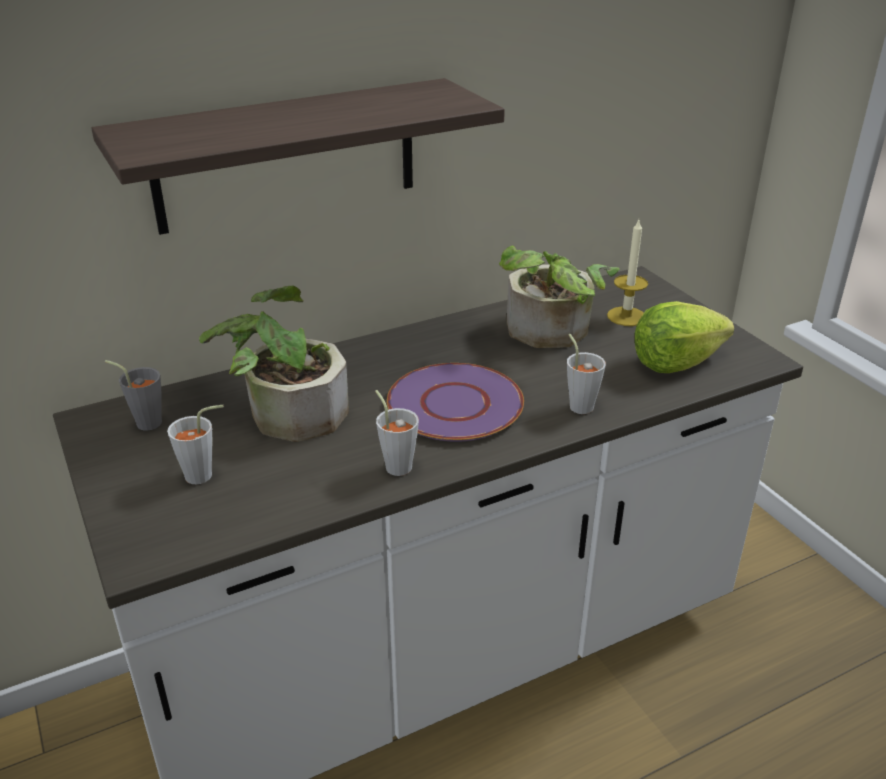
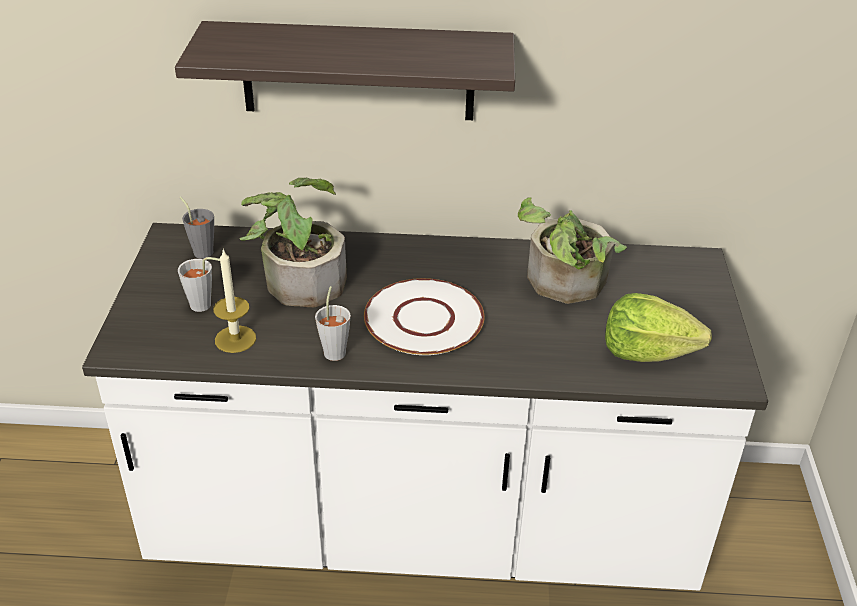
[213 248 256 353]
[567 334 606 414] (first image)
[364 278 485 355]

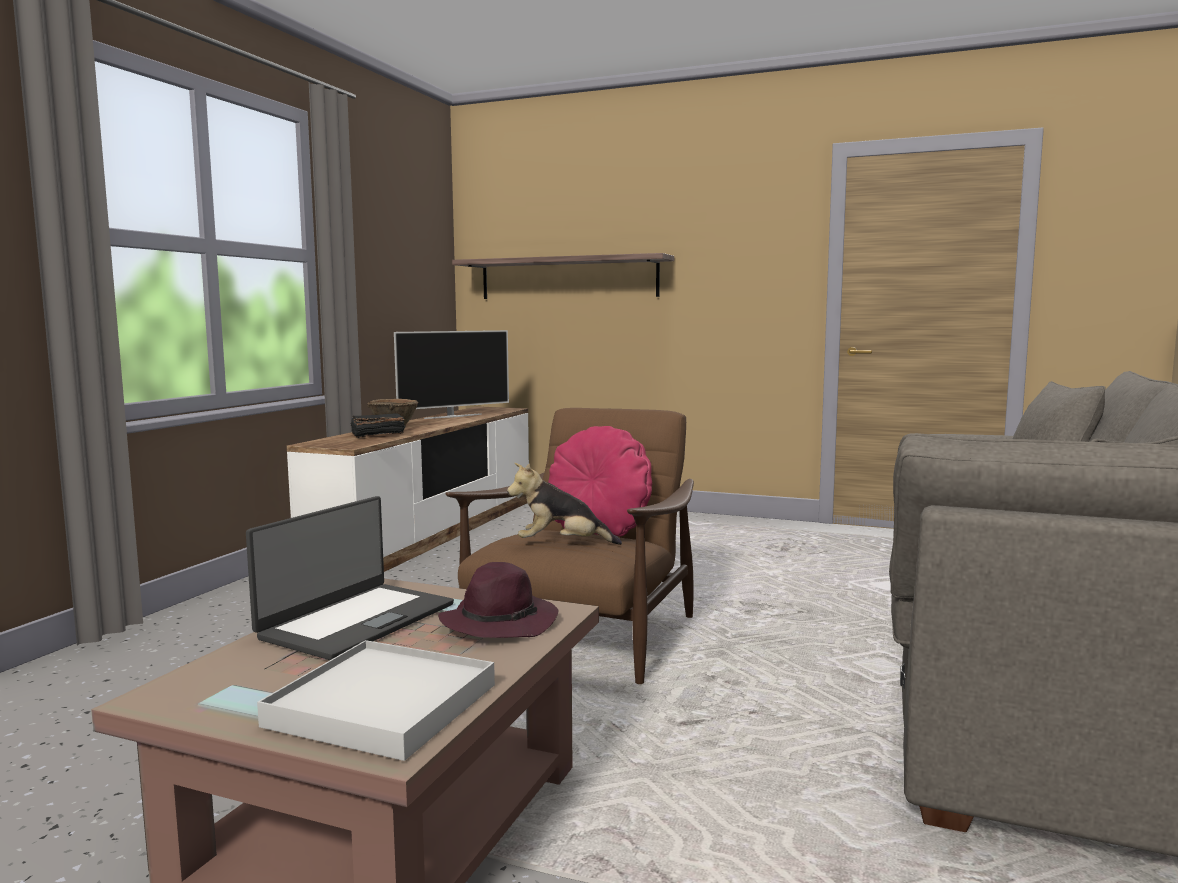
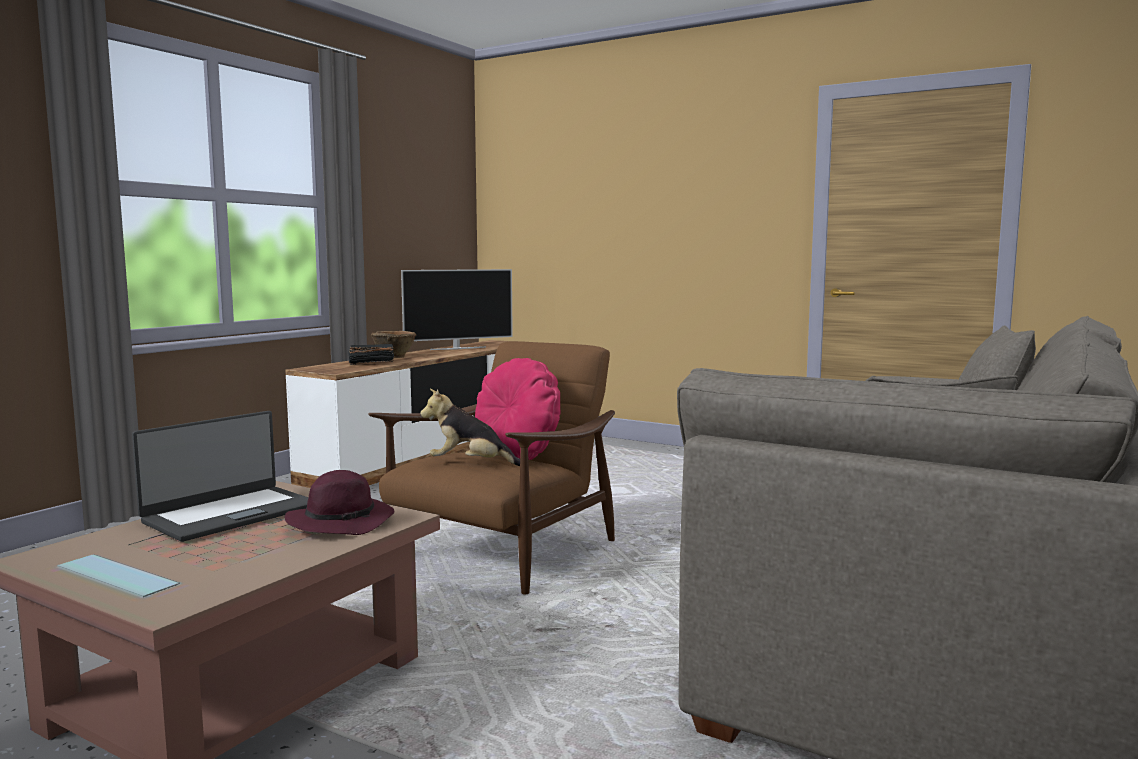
[452 253 674 299] (first image)
[257 640 495 761] (first image)

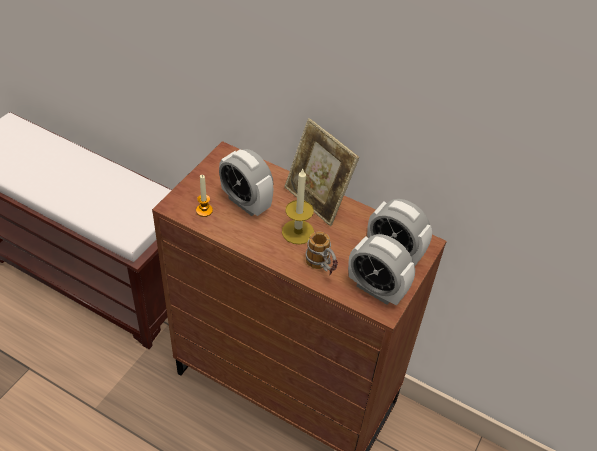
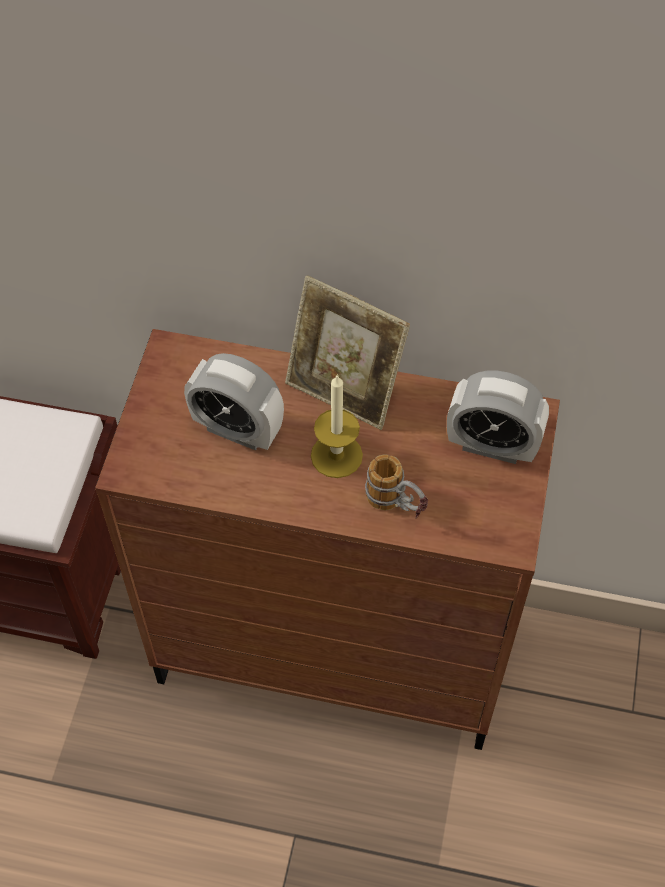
[196 175 213 217] (first image)
[348 234 415 305] (first image)

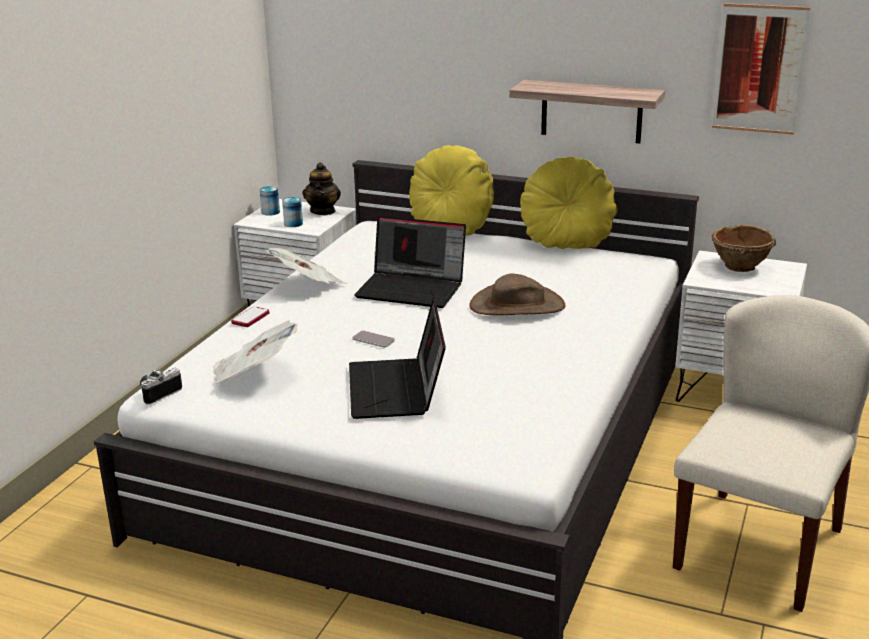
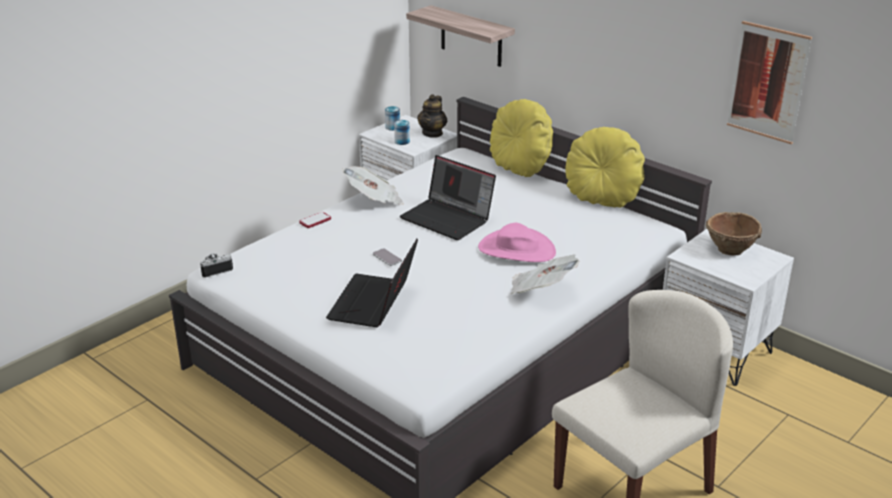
[406 5 515 67]
[478 223 556 262]
[511 254 579 294]

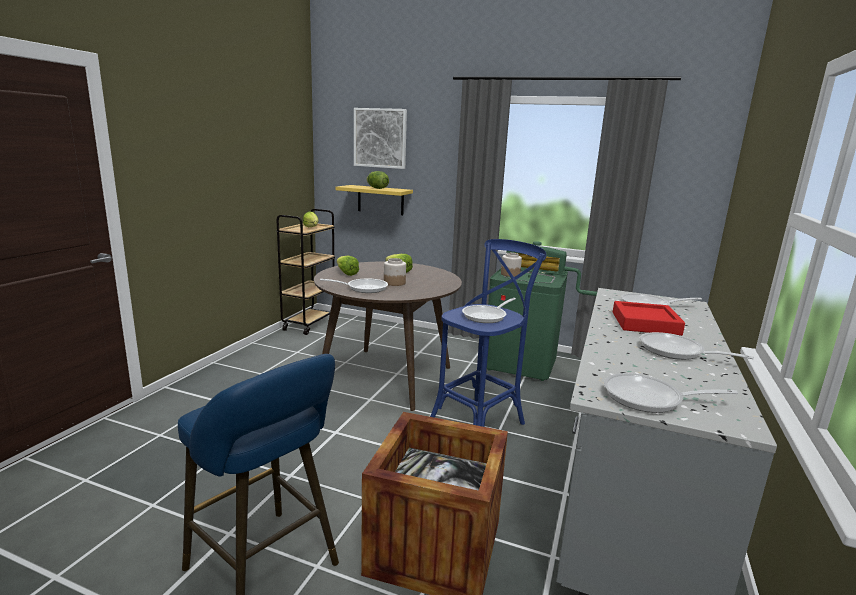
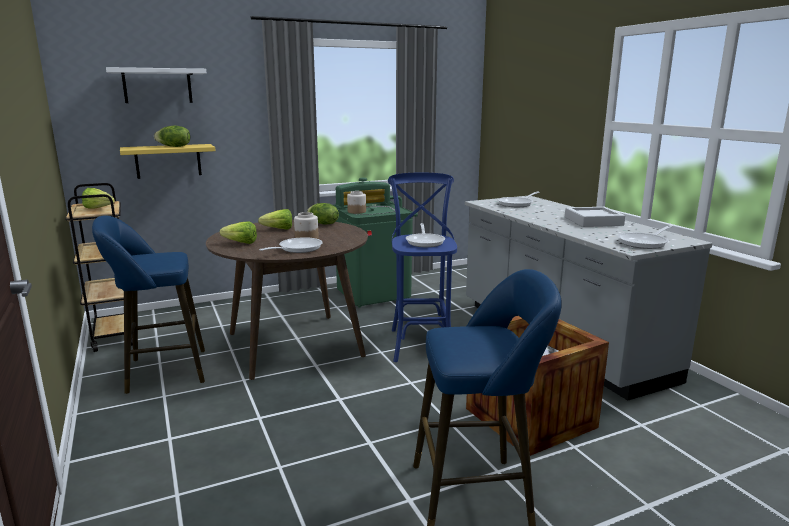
[106 67 206 103]
[613 301 685 336] (first image)
[565 207 625 227]
[307 203 339 225]
[92 215 205 394]

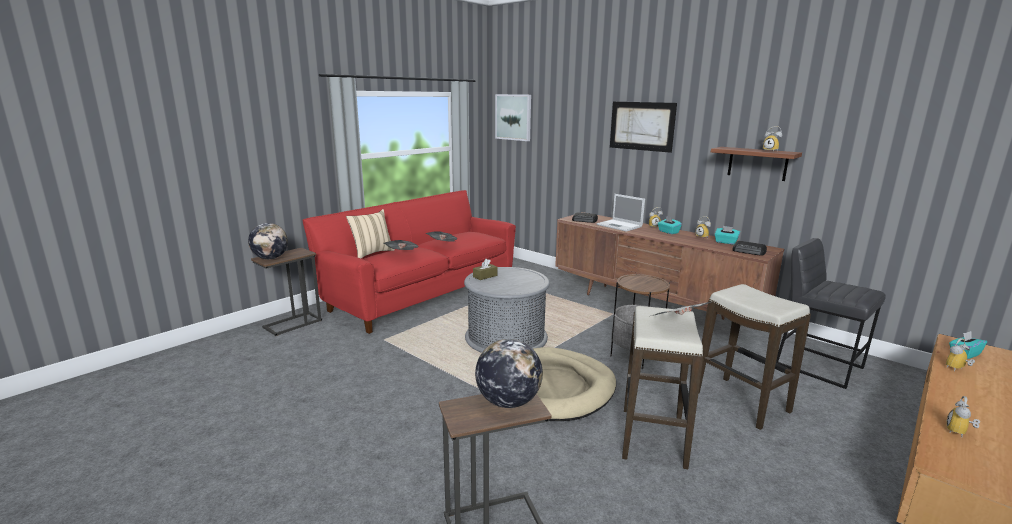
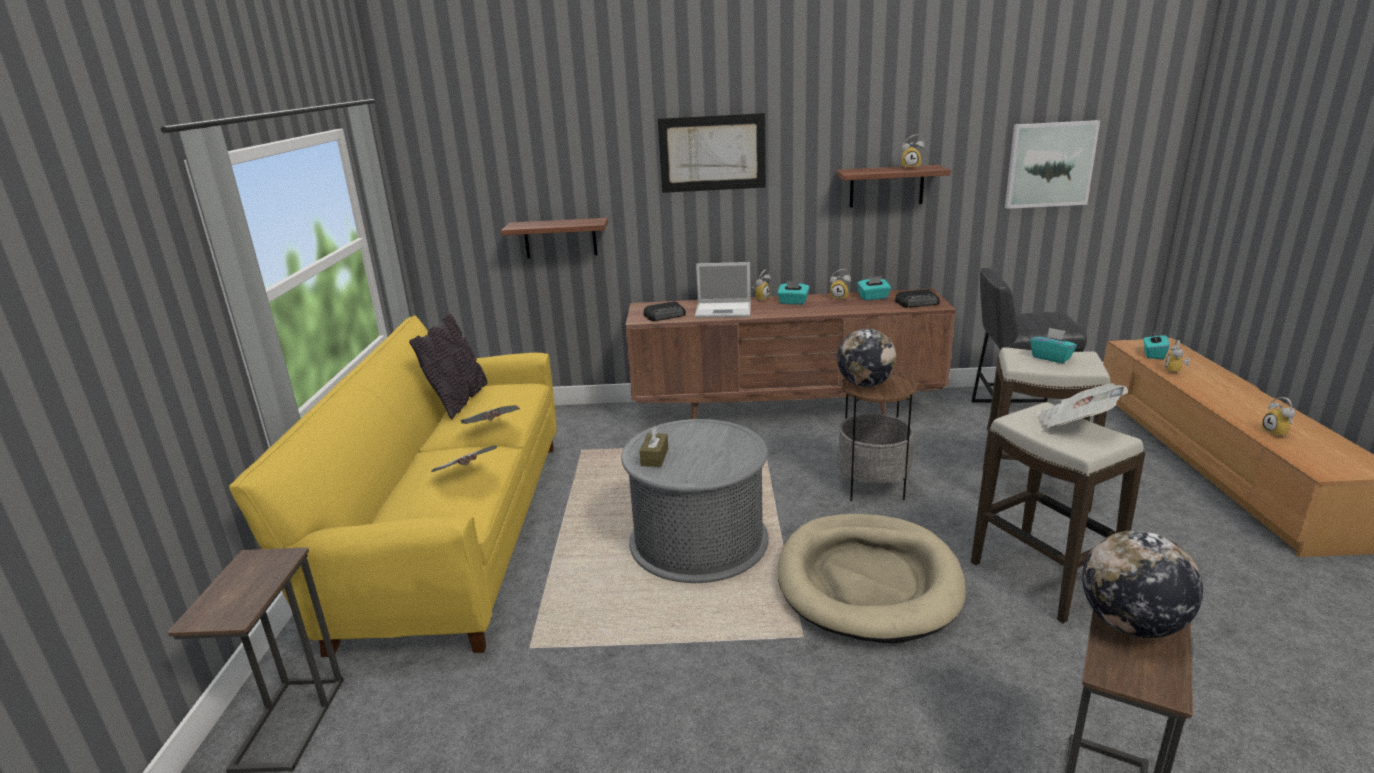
[1005 120 1100 209]
[229 315 556 657]
[346 209 395 258] (first image)
[837 329 896 387]
[501 218 608 259]
[409 313 488 419]
[1030 327 1077 363]

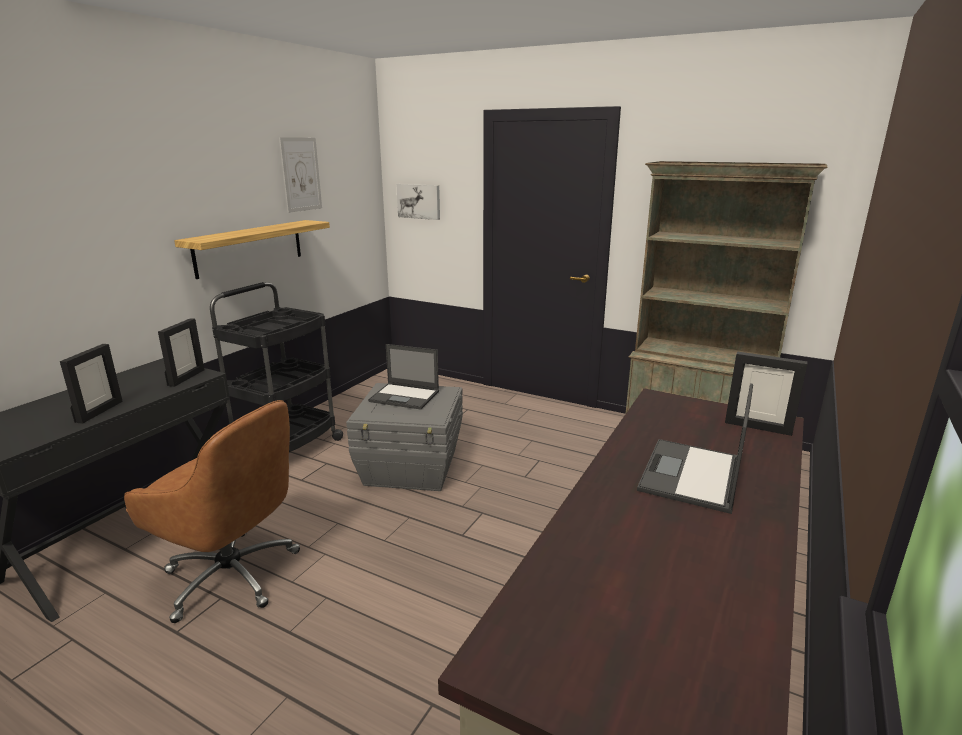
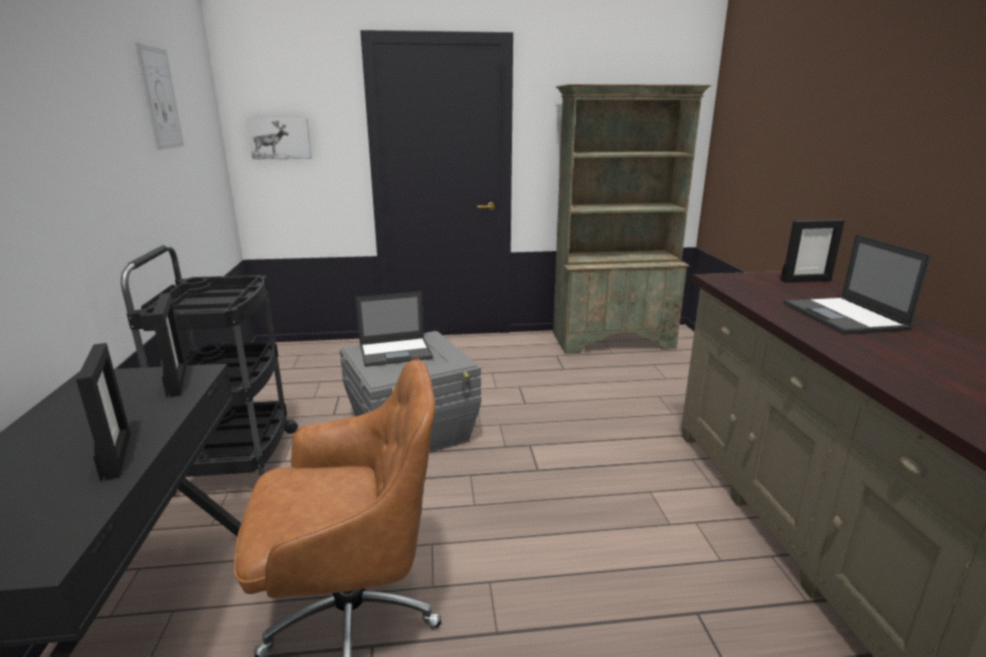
[174 220 330 279] (first image)

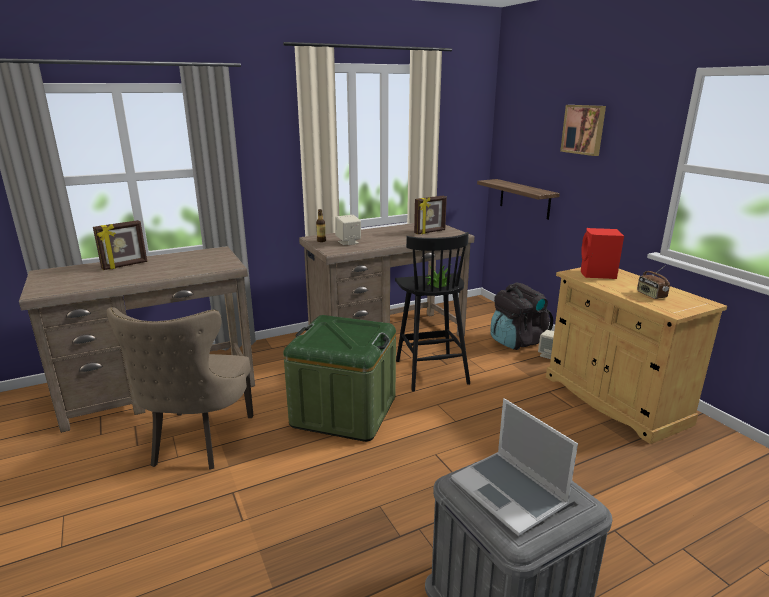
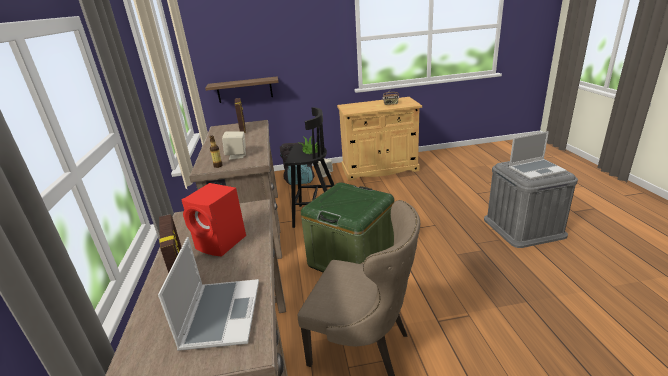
[560 105 606 156] (first image)
[181 183 246 257]
[158 237 259 351]

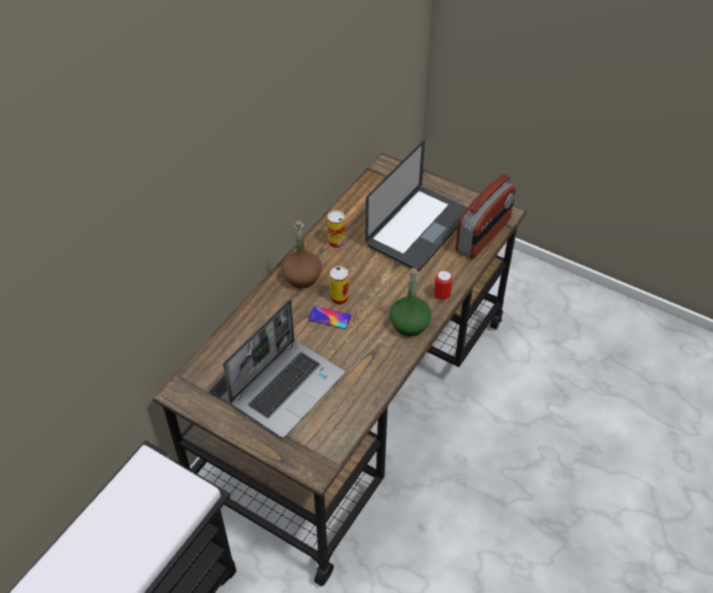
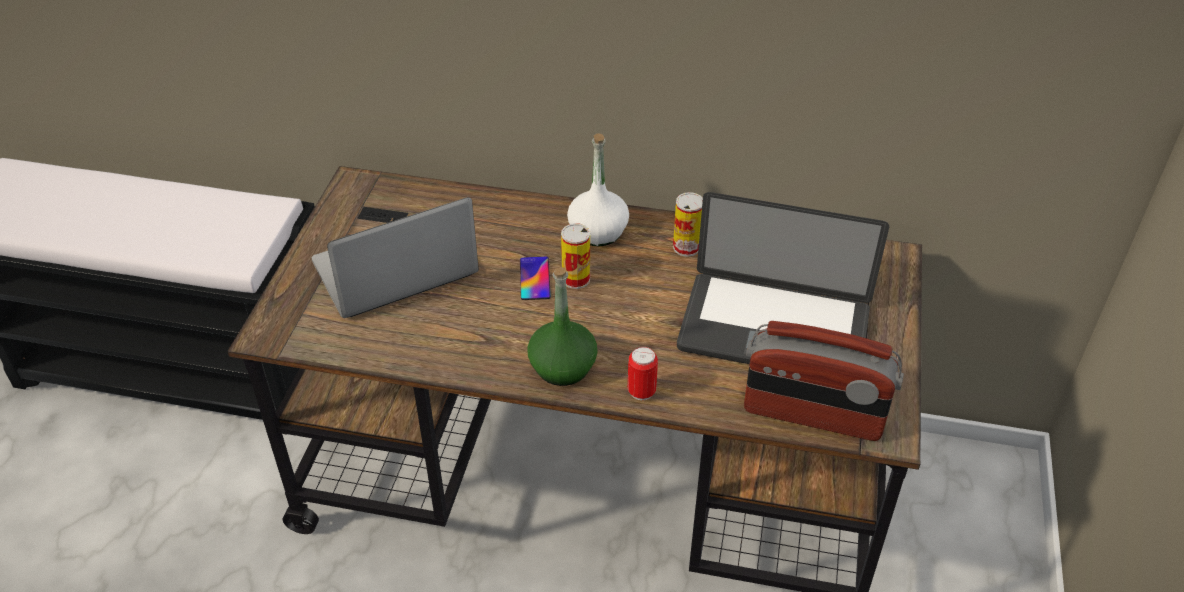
[567 133 629 246]
[312 197 479 318]

